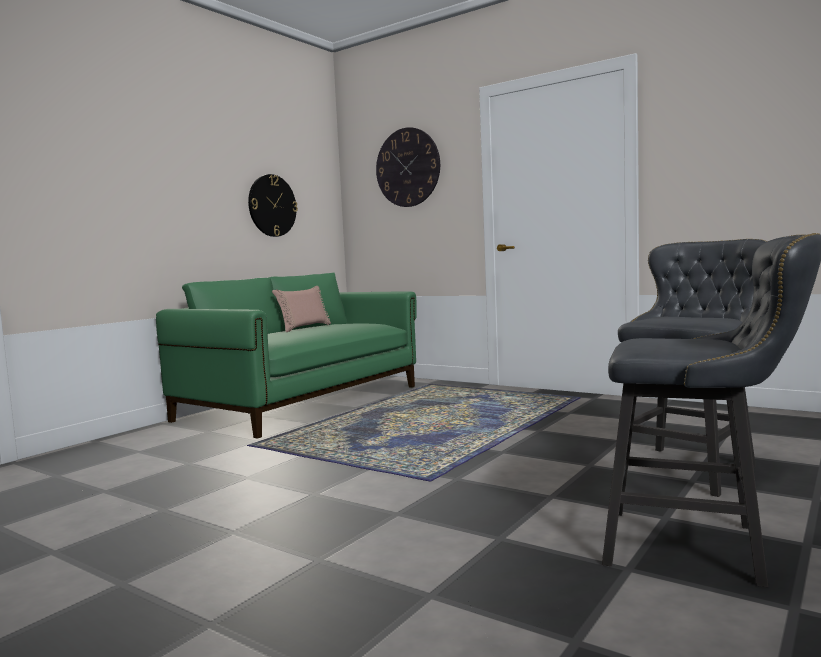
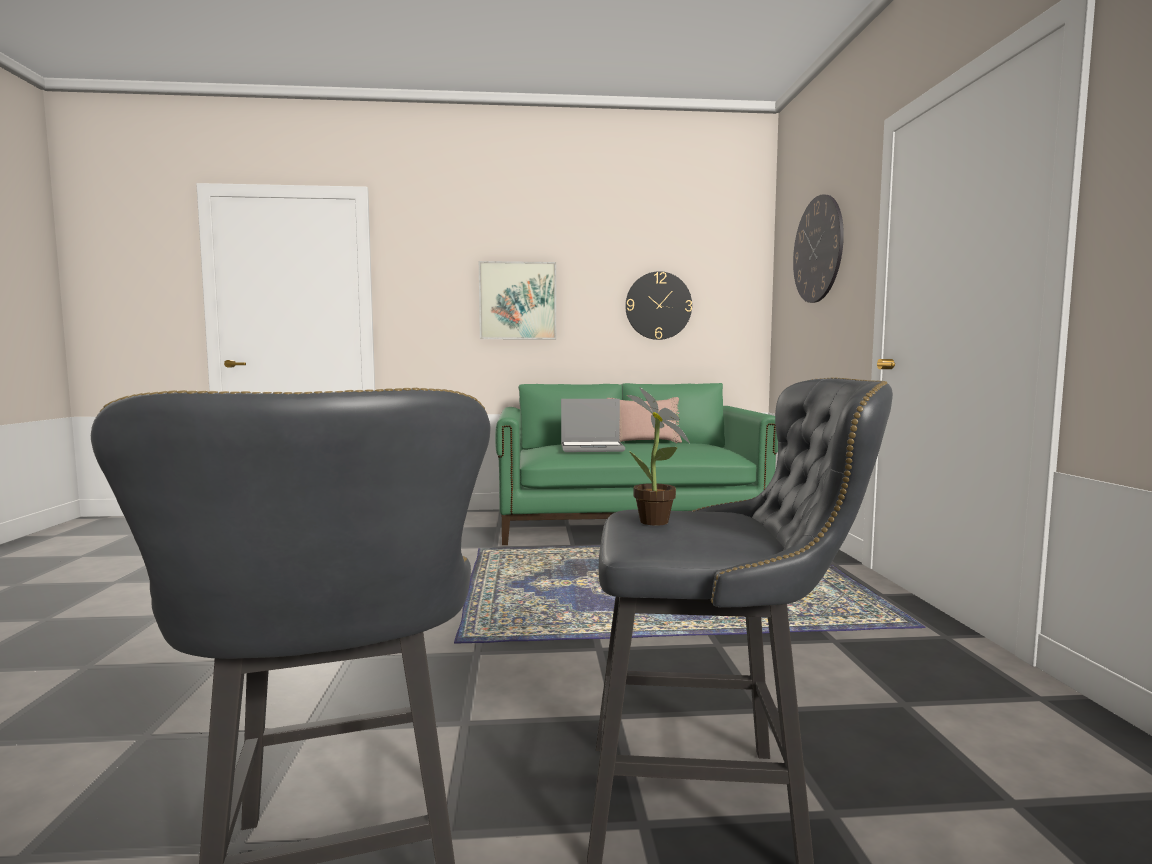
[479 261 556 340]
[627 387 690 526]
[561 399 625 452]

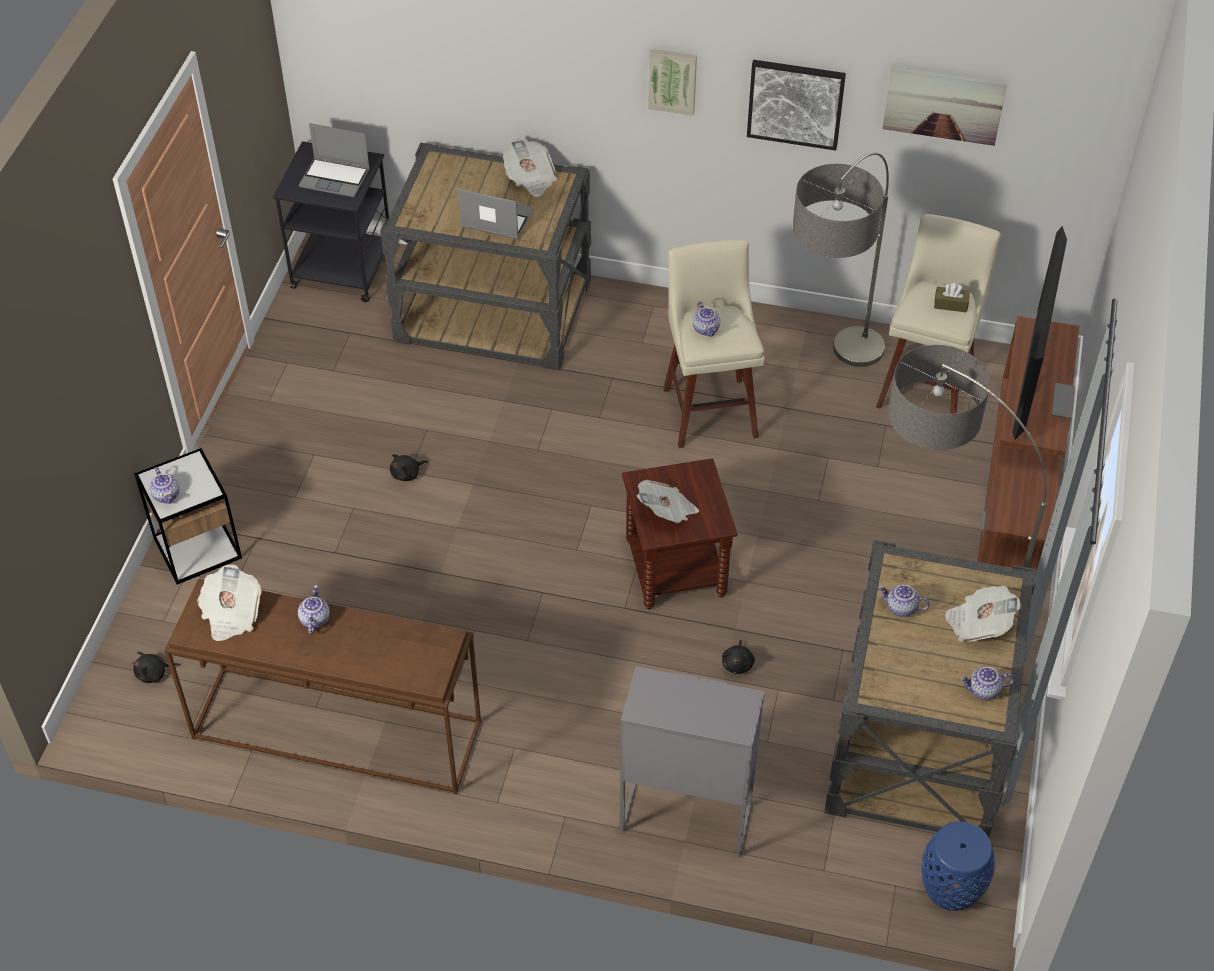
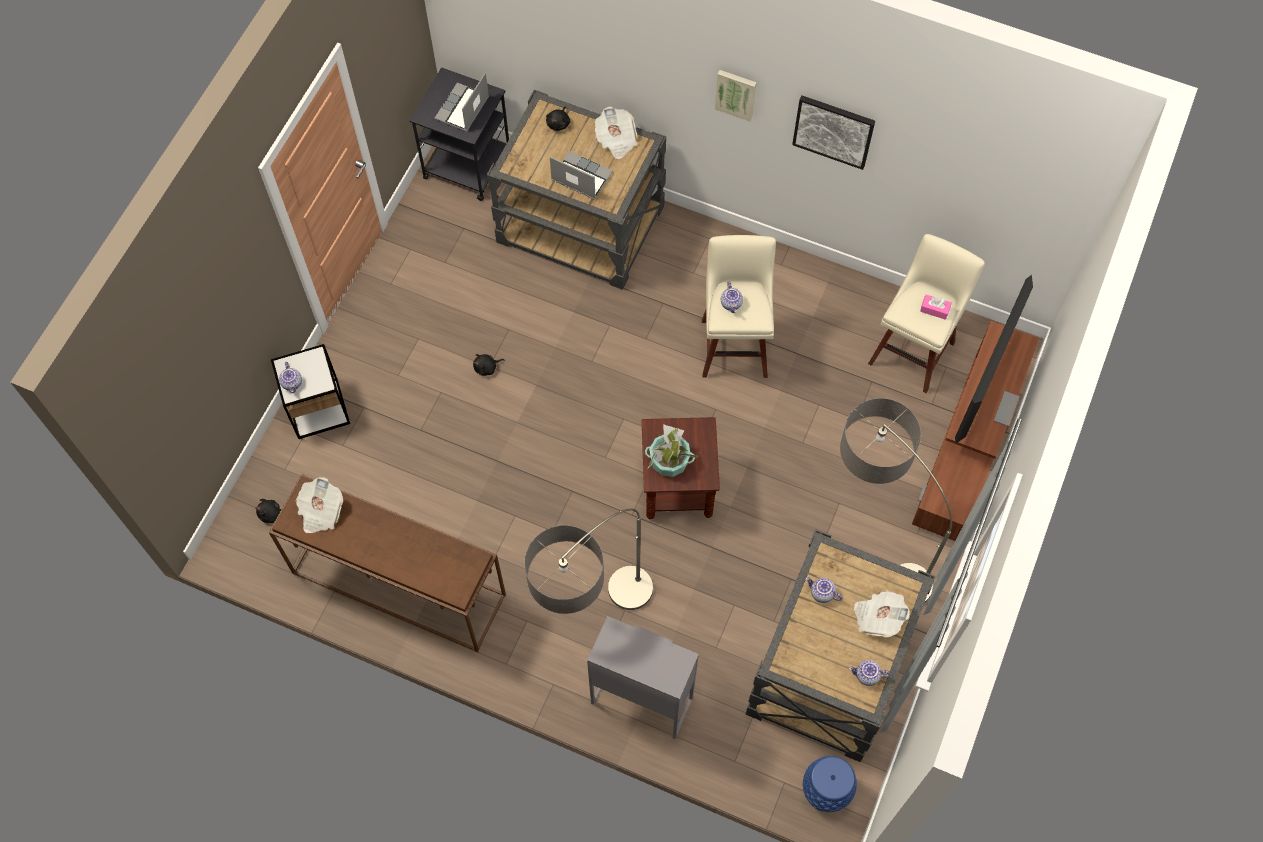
[882 66 1007 146] (first image)
[435 73 489 132]
[525 509 653 614]
[920 295 952 320]
[645 424 698 477]
[298 585 330 634] (first image)
[546 107 570 131]

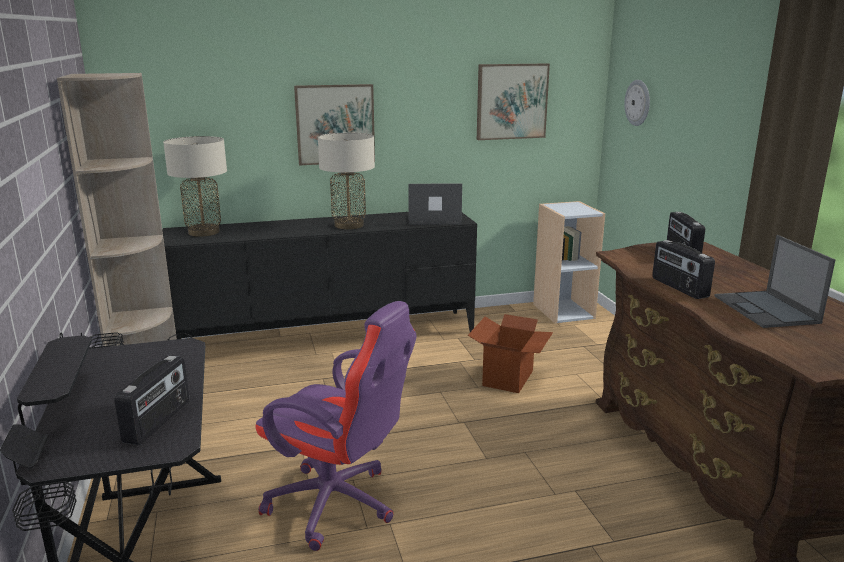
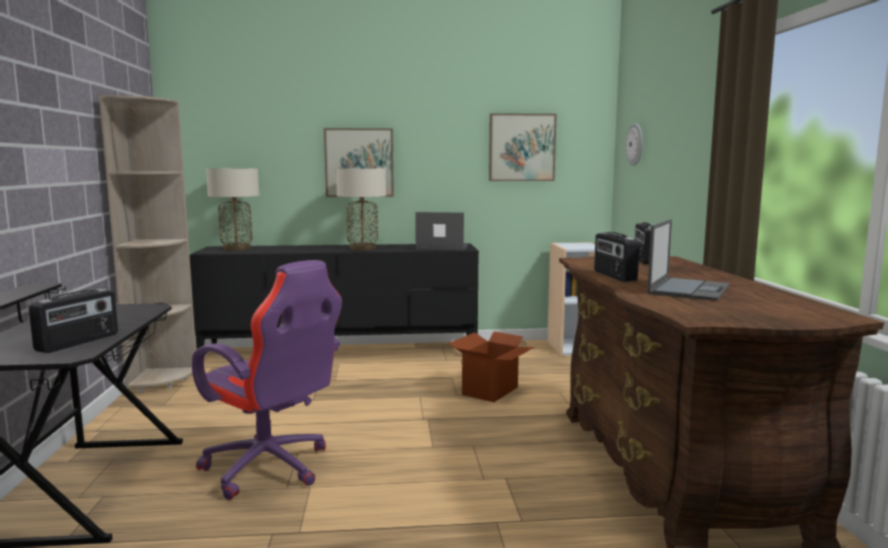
[647 219 729 301]

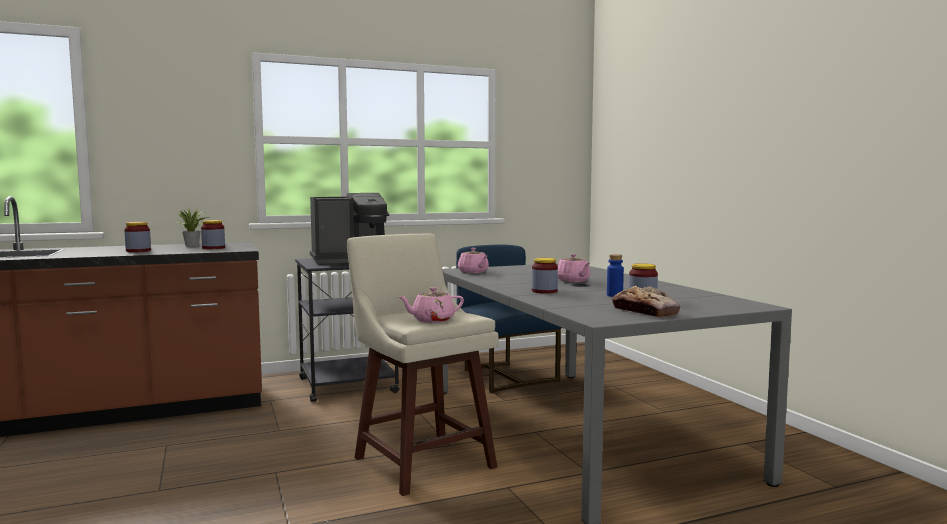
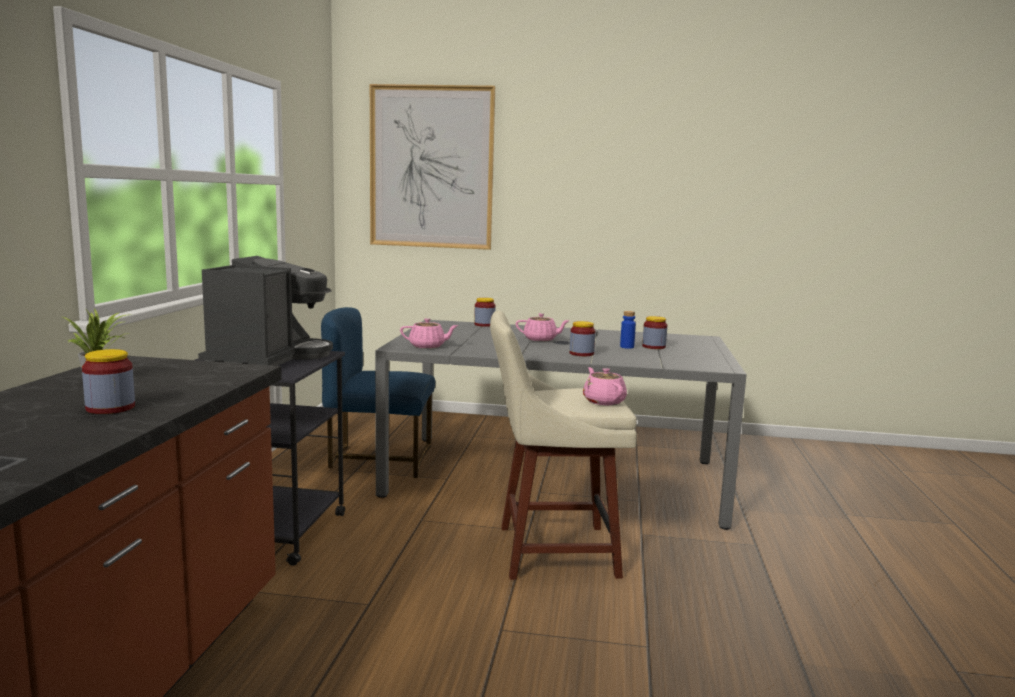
[474 298 495 327]
[612 286 680 317] (first image)
[583 367 627 405]
[370 84 495 250]

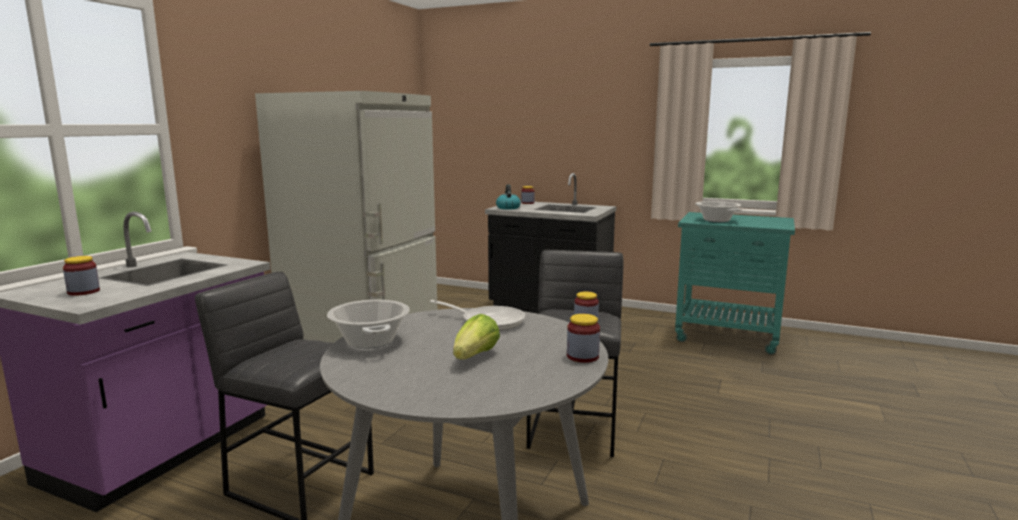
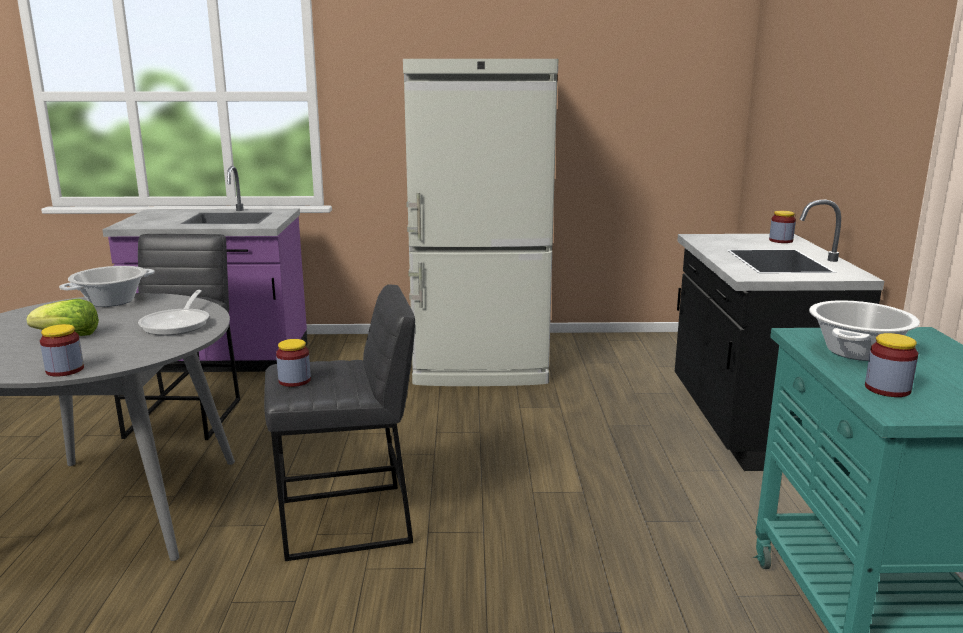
[496 184 521 209] (first image)
[865 333 918 397]

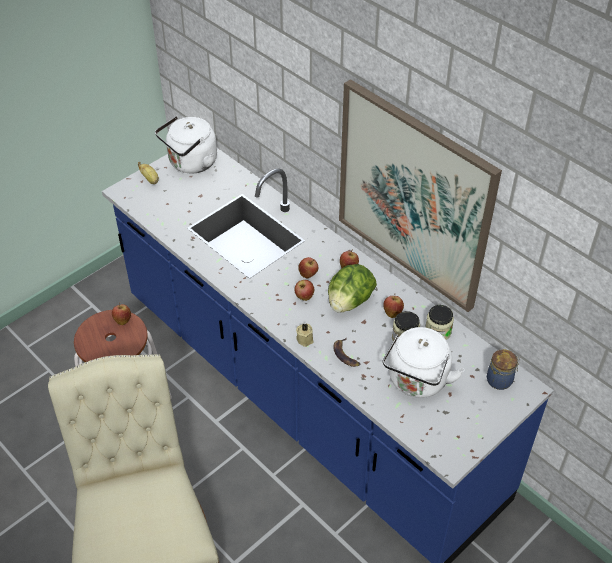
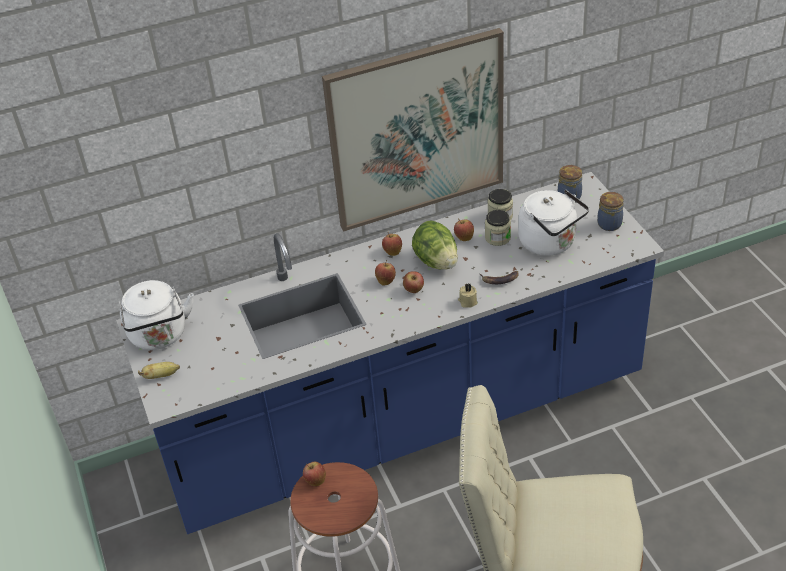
[597 192 624 231]

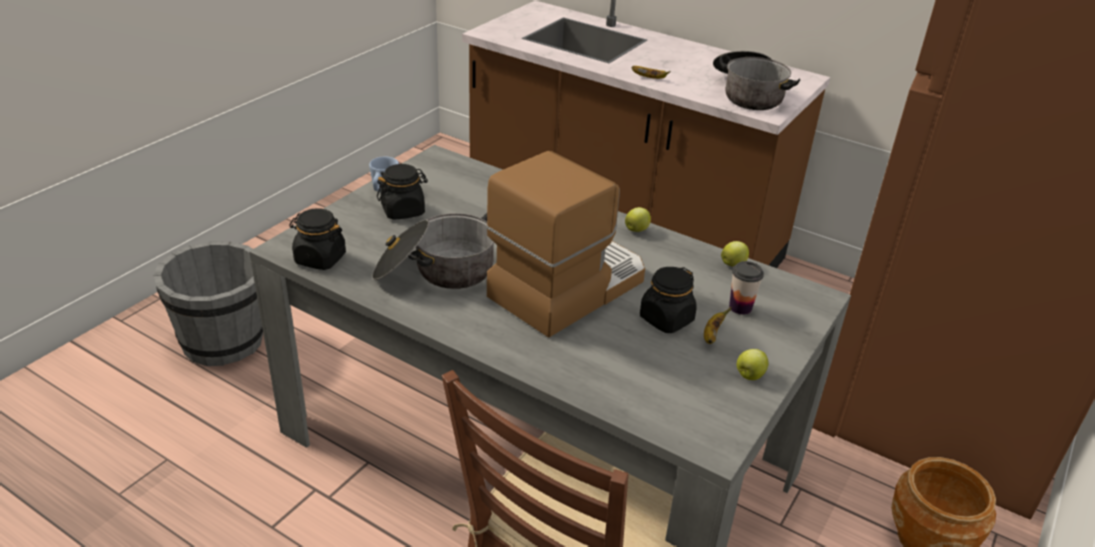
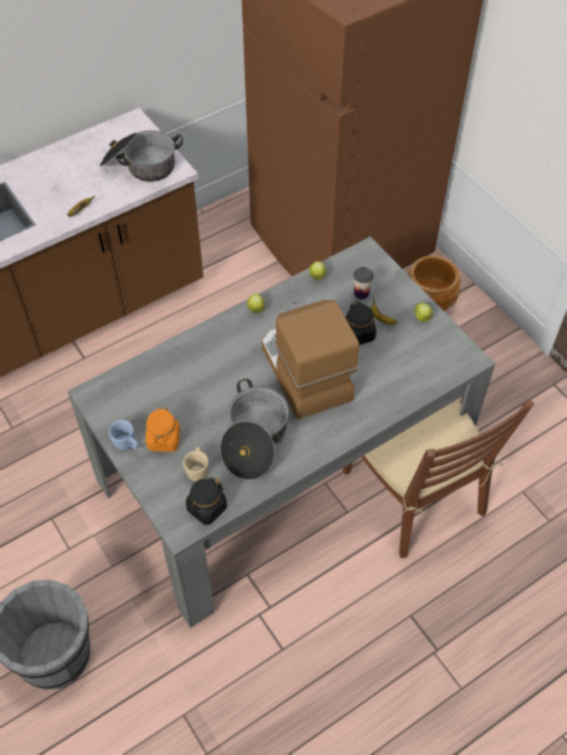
[146 407 180 452]
[183 447 208 481]

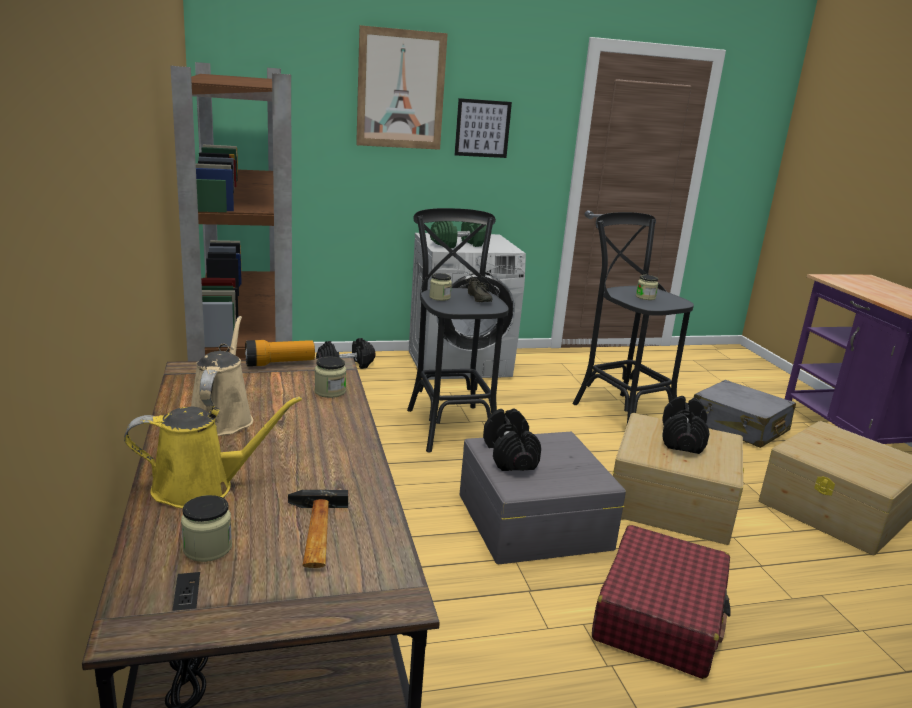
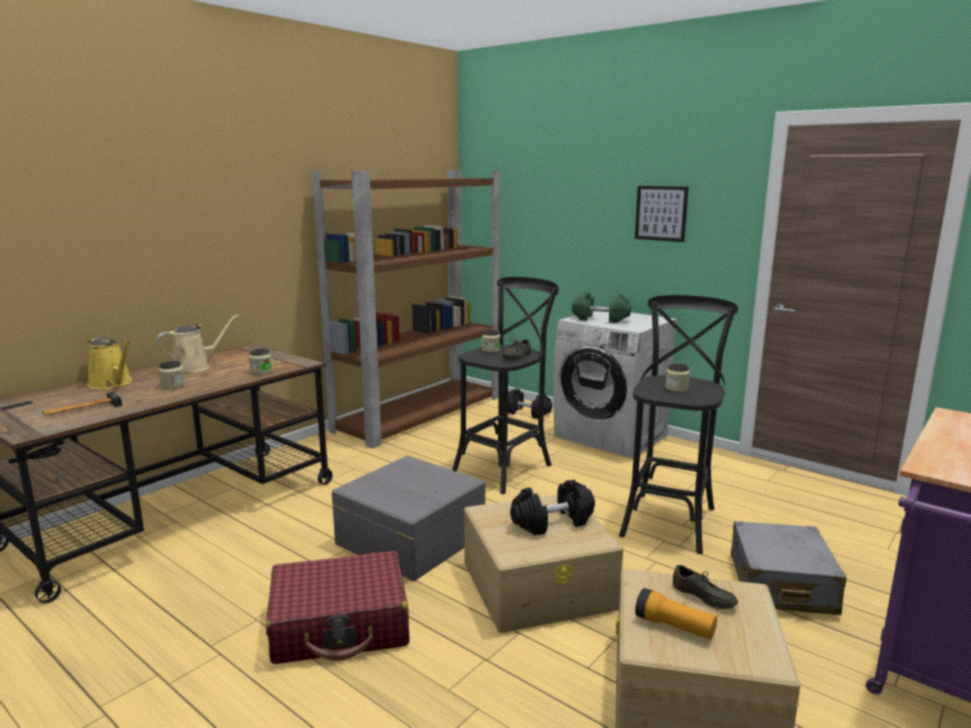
[356 25 448 150] (first image)
[635 588 717 640]
[483 409 541 471] (first image)
[158 361 185 389]
[673 565 738 609]

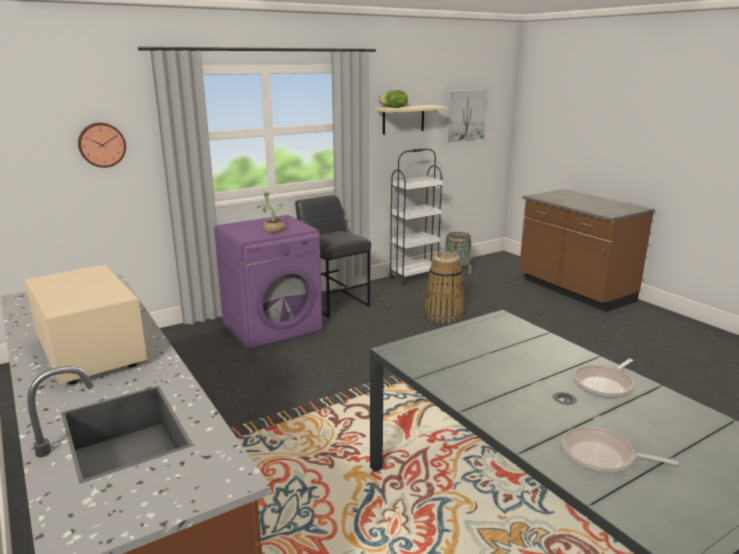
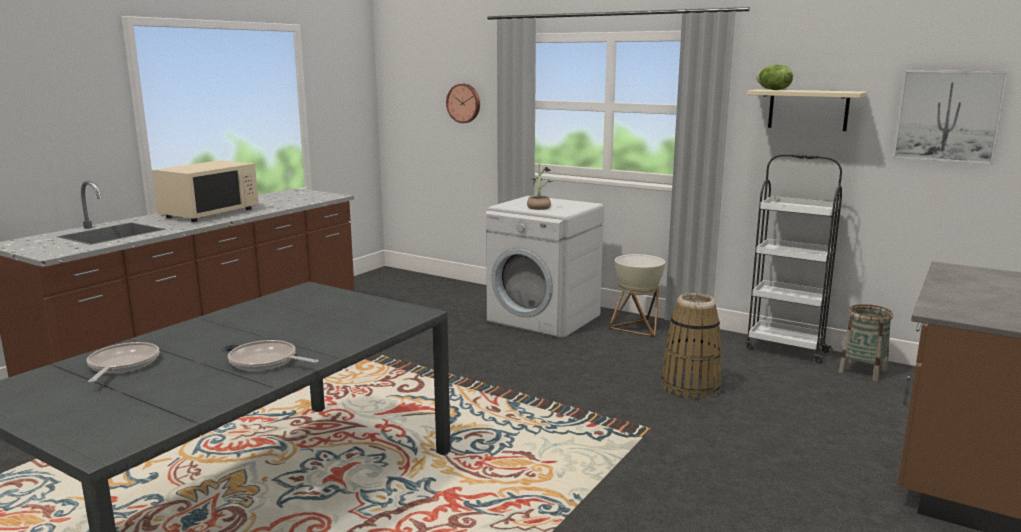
[609 254 665 337]
[486 196 604 338]

